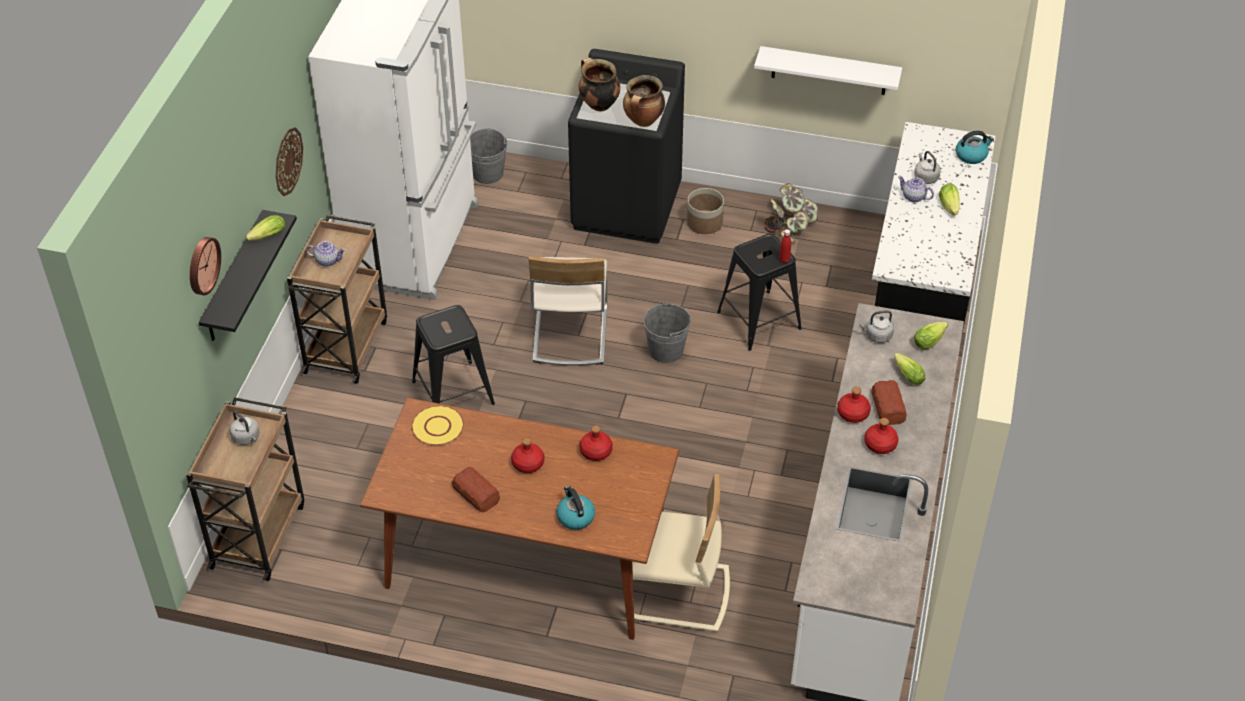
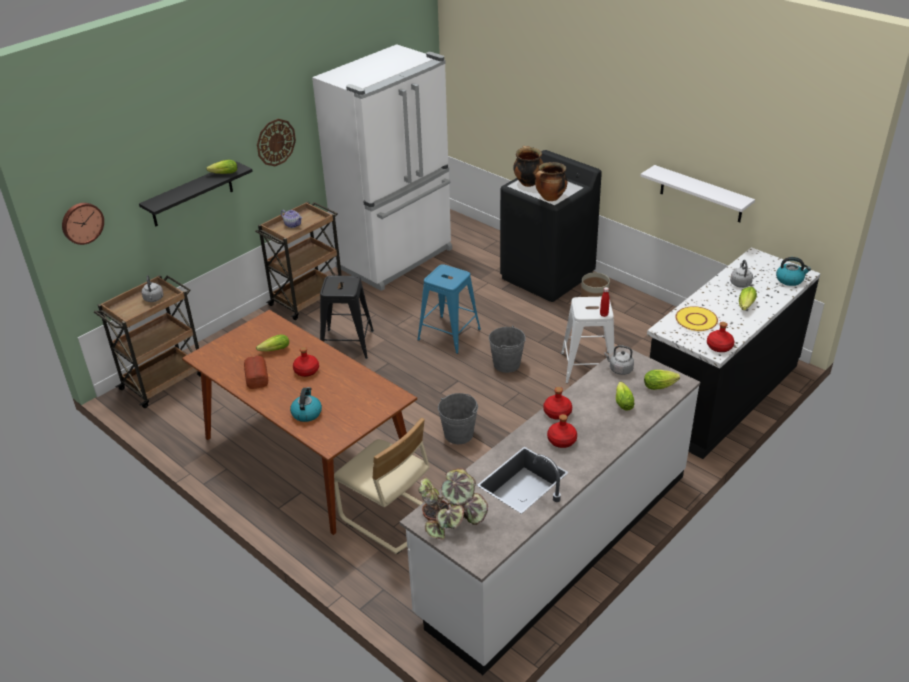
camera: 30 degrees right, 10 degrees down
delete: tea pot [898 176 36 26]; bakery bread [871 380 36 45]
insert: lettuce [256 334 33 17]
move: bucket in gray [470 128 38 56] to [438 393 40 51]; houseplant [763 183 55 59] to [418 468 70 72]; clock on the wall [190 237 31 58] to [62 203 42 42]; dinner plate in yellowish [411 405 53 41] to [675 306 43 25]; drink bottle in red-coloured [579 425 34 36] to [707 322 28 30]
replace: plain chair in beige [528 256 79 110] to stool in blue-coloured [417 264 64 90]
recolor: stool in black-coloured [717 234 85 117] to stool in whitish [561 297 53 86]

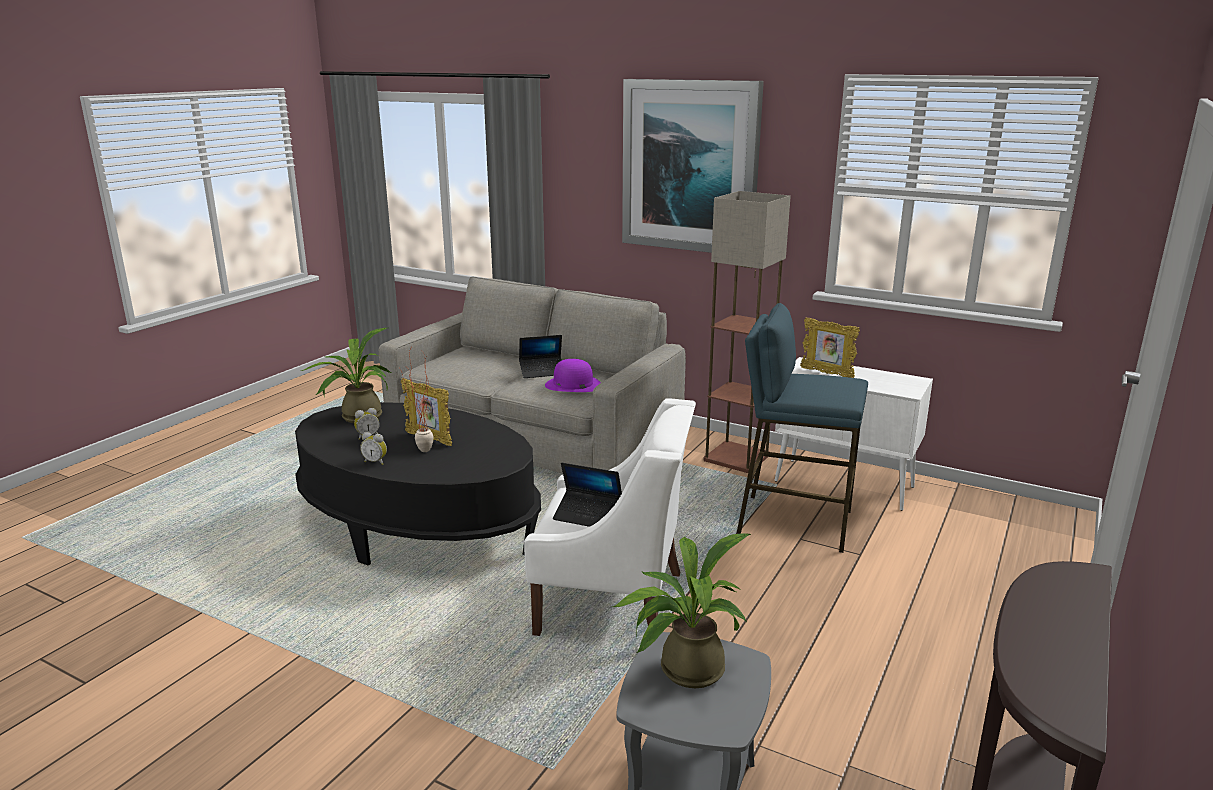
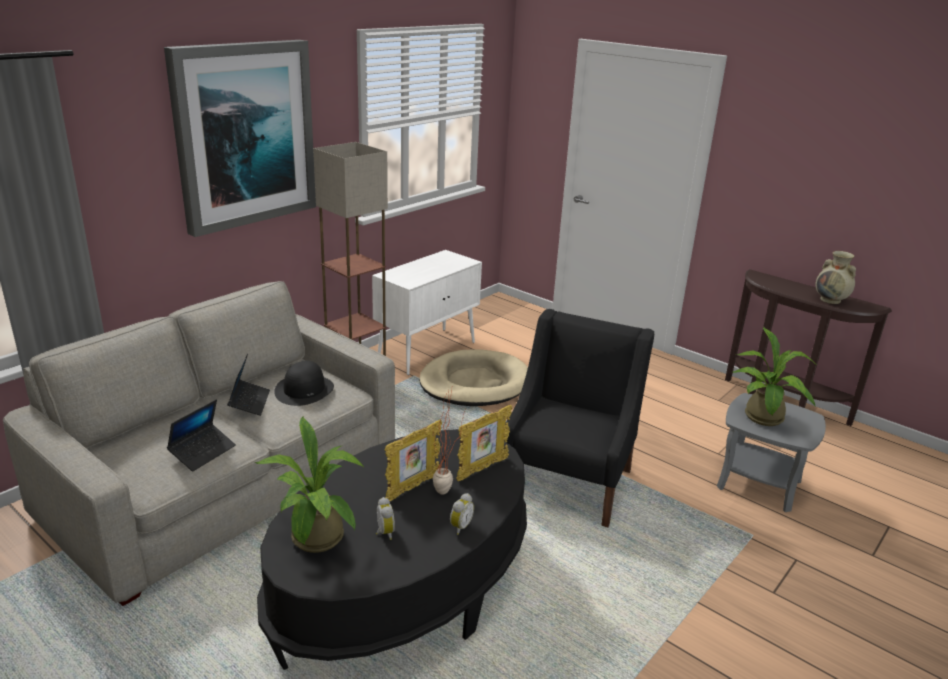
camera: 80 degrees left, 5 degrees up
insert: decorative vase in beige [816 251 40 53]
move: picture frame [800 318 60 60] to [456 405 56 77]; laptop [553 463 69 64] to [167 399 69 72]
replace: stool in blue-coloured [737 303 131 250] to dog cushion in beige [419 350 109 56]
recolor: wearable hat in purple [545 359 56 33] to wearable hat in black-coloured [274 361 60 45]; easy chair in whitish [524 398 172 238] to easy chair in black-coloured [504 309 150 218]

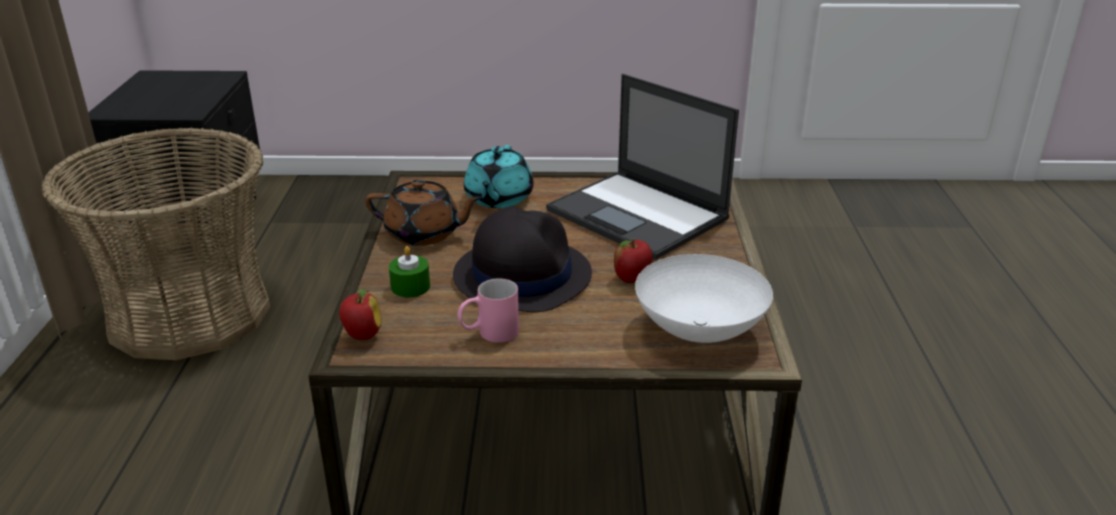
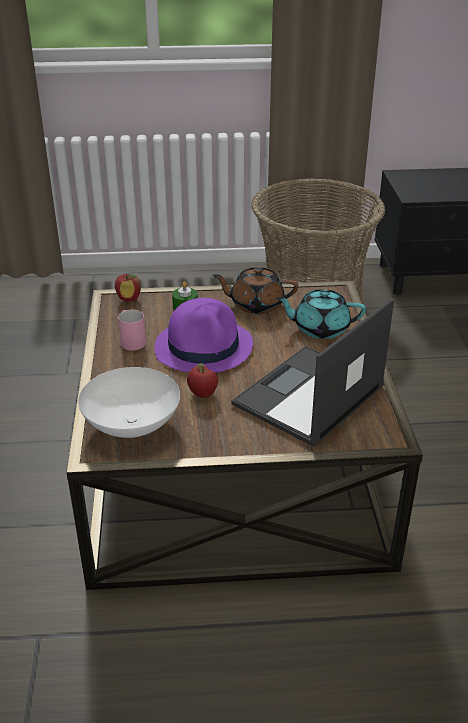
camera: 85 degrees right, 5 degrees up
recolor: wearable hat in black-coloured [453 207 139 105] to wearable hat in purple [154 298 99 75]
rotate: tea pot in brown-coloured [365 179 118 67] = [212 267 86 47] 90 degrees clockwise

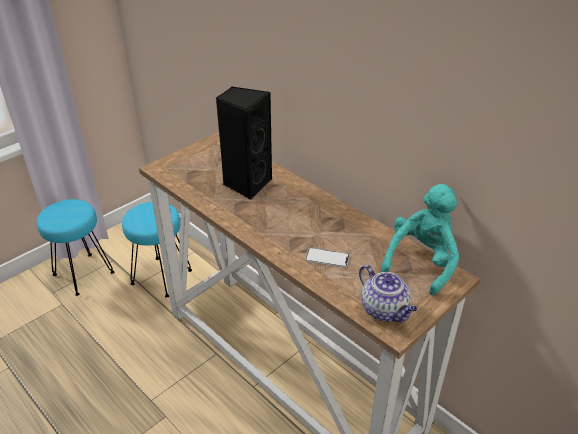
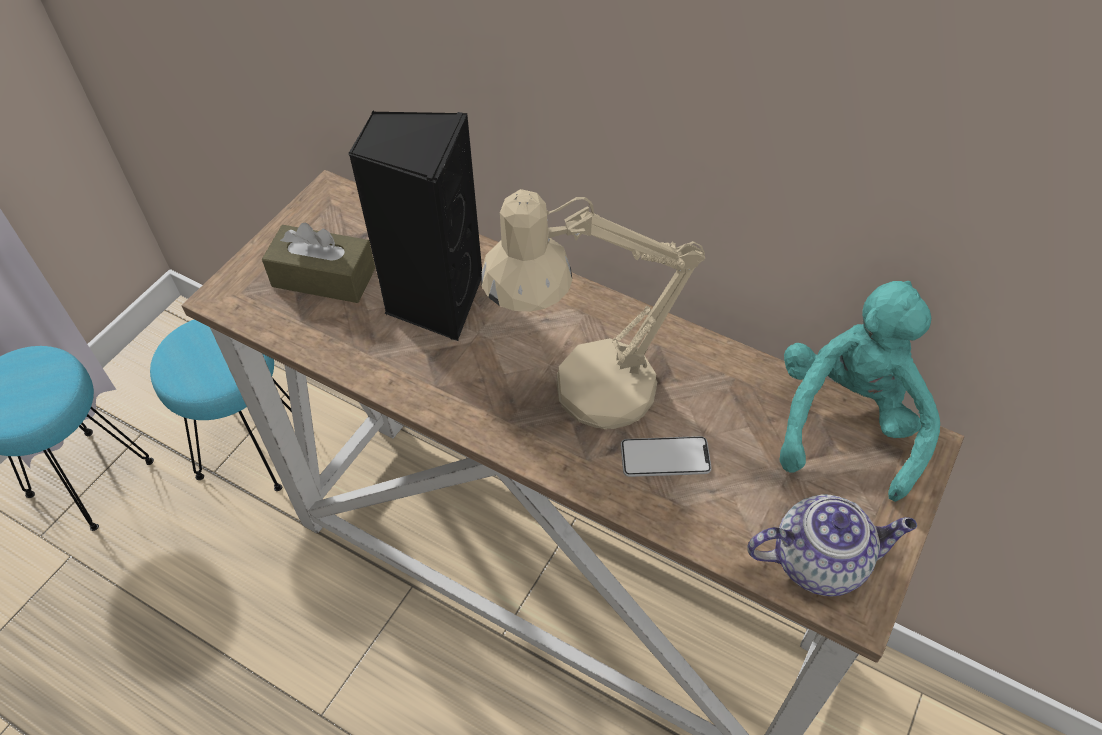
camera: 15 degrees left, 15 degrees up
insert: tabletop lamp in beige [481 189 224 240]; tissue box in brown-coloured [262 222 113 81]
rotate: tea pot [359 265 58 57] = [747 494 170 103] 45 degrees counterclockwise

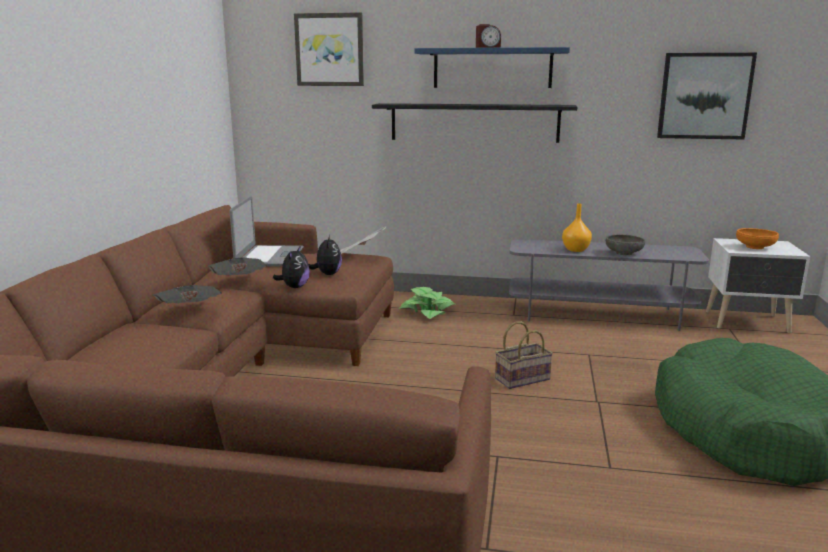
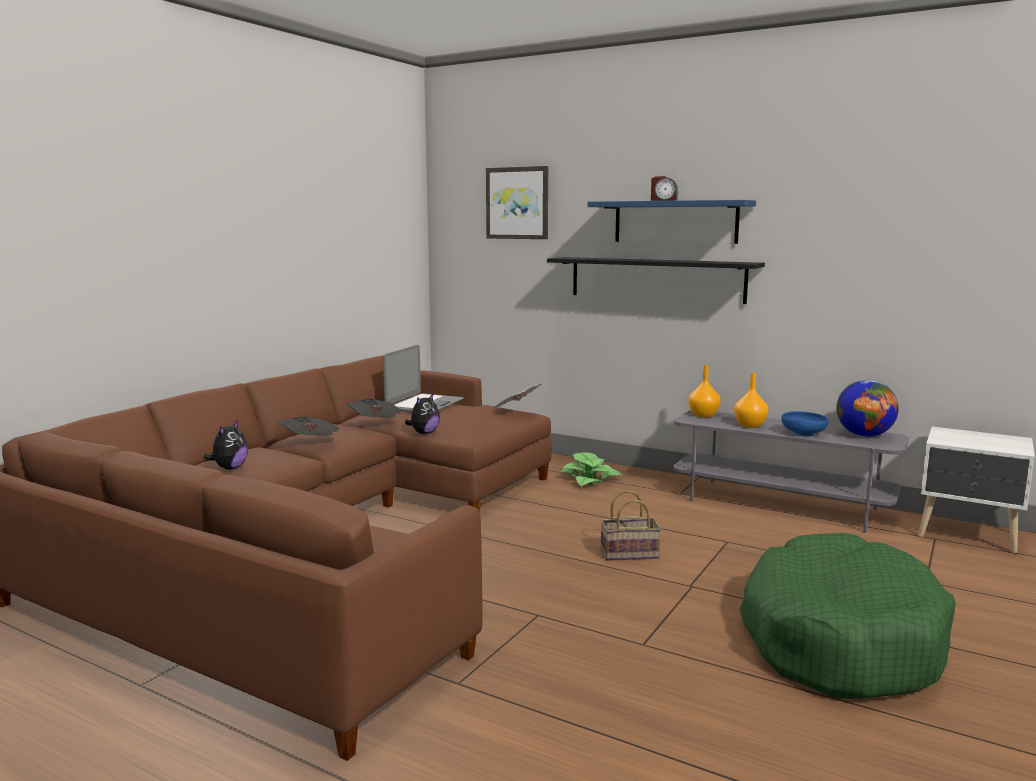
camera: 20 degrees right, 5 degrees down
delete: picture [657 53 100 86]; serving bowl in orange [736 228 43 21]
insert: decorative vase in orange [688 365 33 53]; globe [836 380 63 57]
move: plush toy [309 235 33 40] to [203 420 45 50]
recolor: serving bowl in gray [606 234 39 21] to serving bowl in blue-coloured [782 411 47 25]

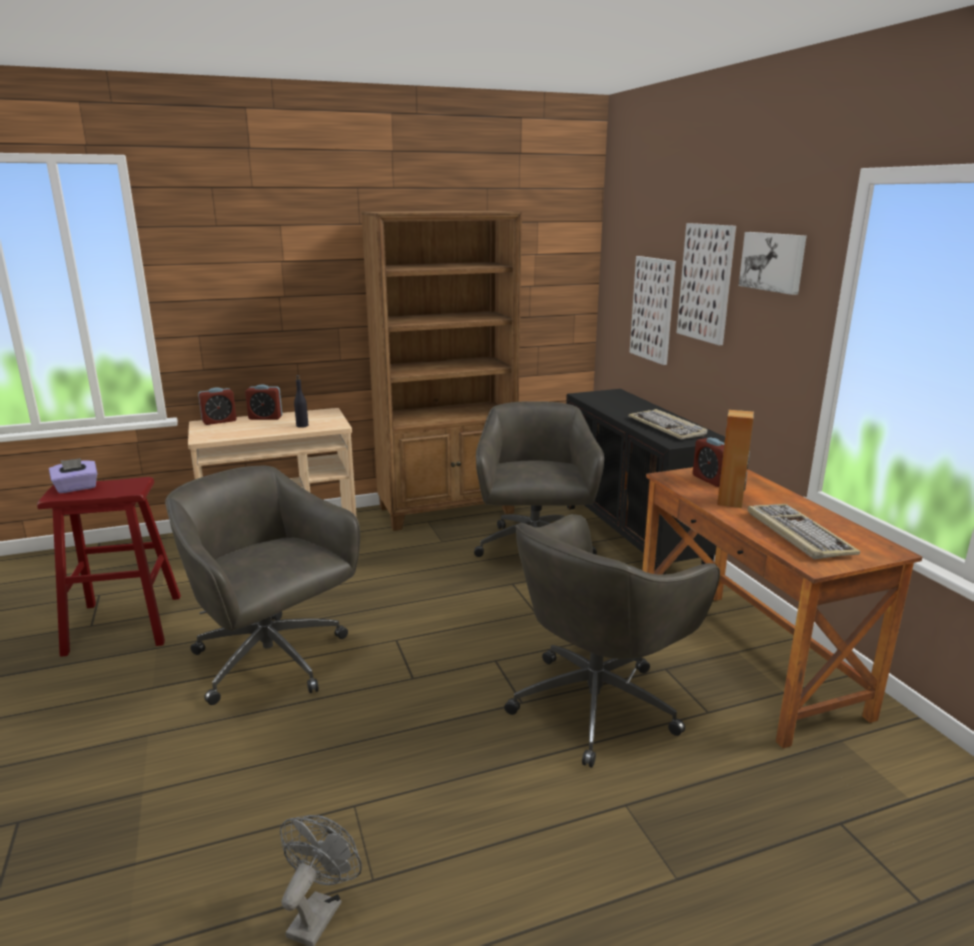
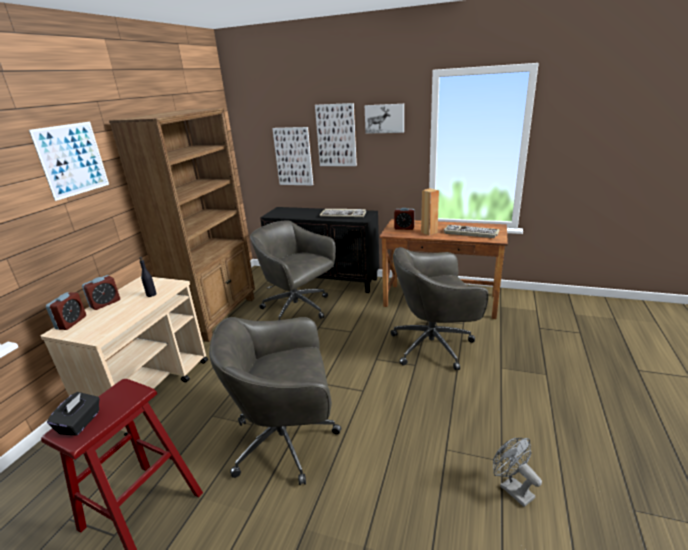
camera: 50 degrees left, 5 degrees up
insert: picture [29 122 80 79]
recolor: tissue box in purple [49 458 48 36] to tissue box in black-coloured [47 392 53 44]
rotate: desk chair in gray [504 514 216 254] = [391 247 98 123] 90 degrees clockwise

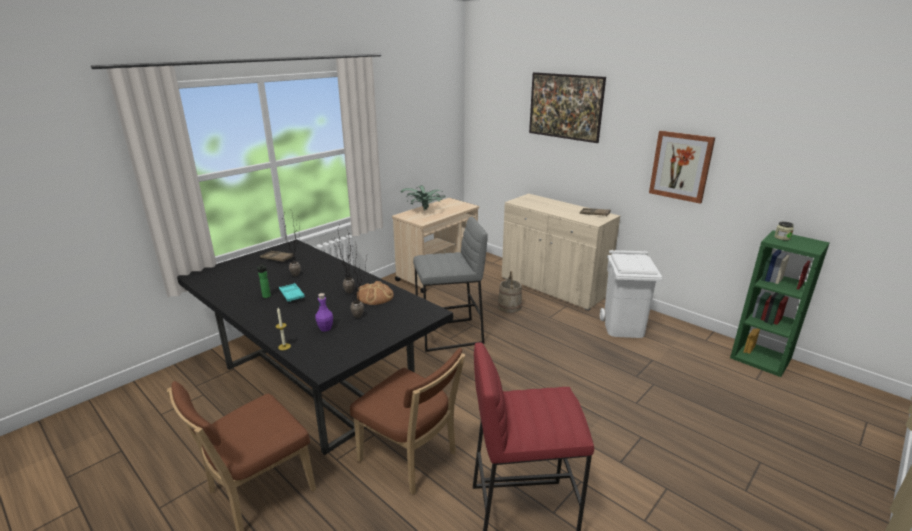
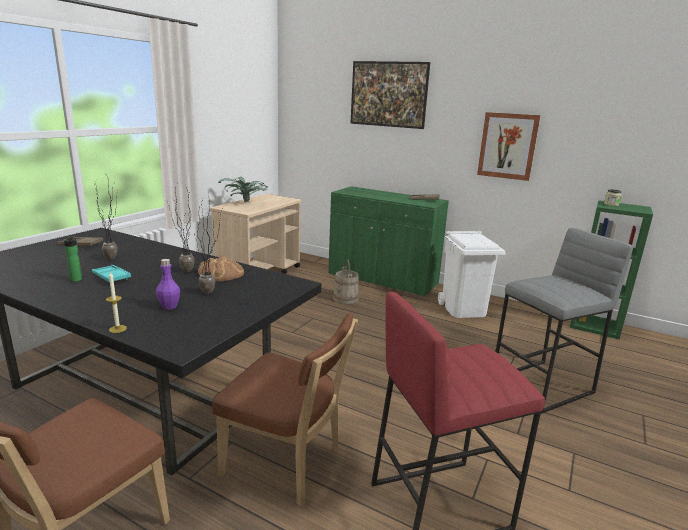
camera: 15 degrees left, 5 degrees down
move: stool in gray [413 217 75 135] to [495 228 138 186]
recolor: cabinet in beige [502 194 118 117] to cabinet in green-coloured [328 186 121 111]

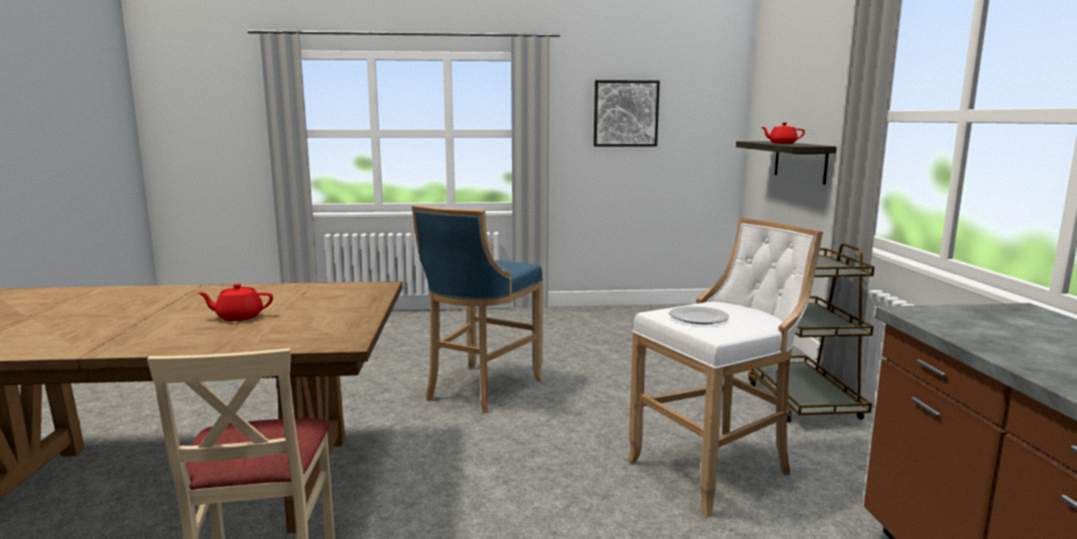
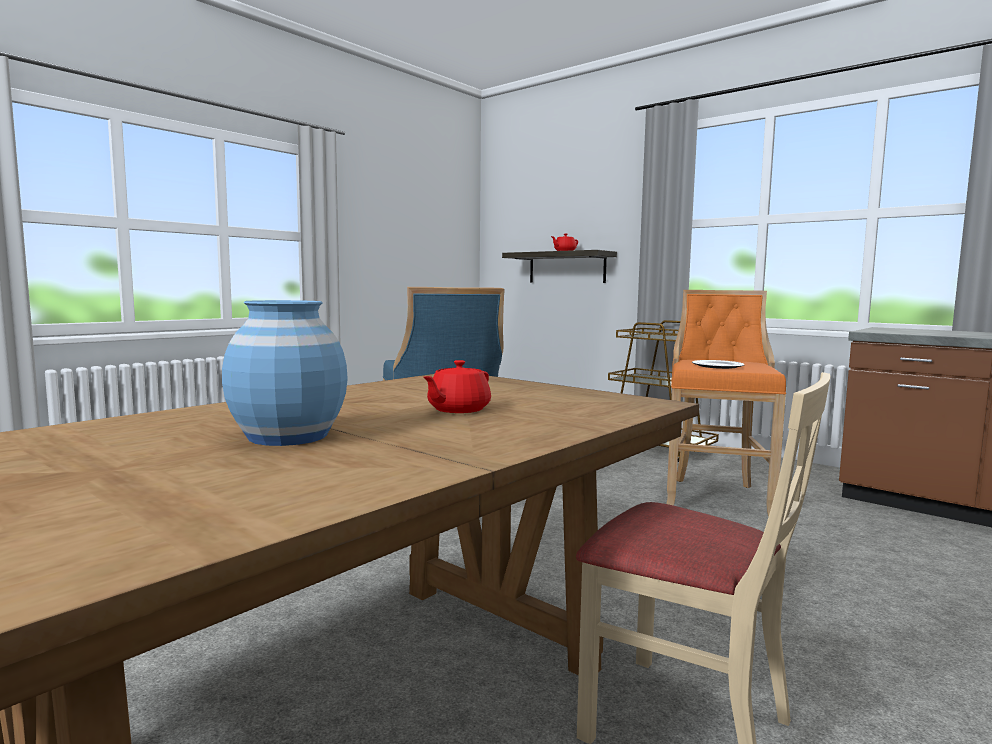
camera: 45 degrees left, 5 degrees down
delete: picture [594 80 66 66]
insert: decorative vase in blue-coloured [222 300 126 146]
recolor: stool in whitish [627 218 196 299] to stool in orange [666 290 120 227]

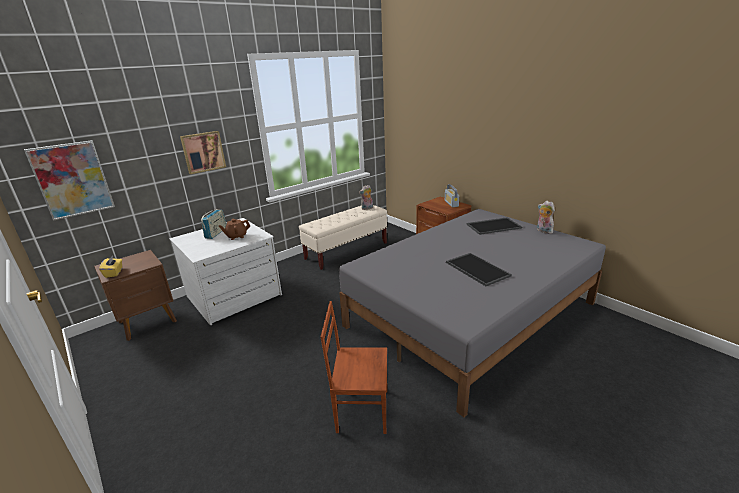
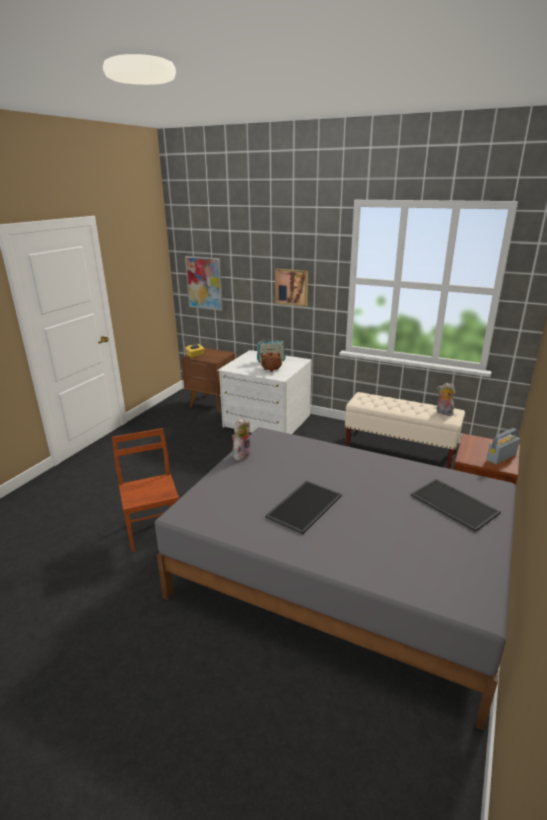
camera: 65 degrees right, 0 degrees up
move: plush toy [537 201 18 33] to [232 417 19 44]

